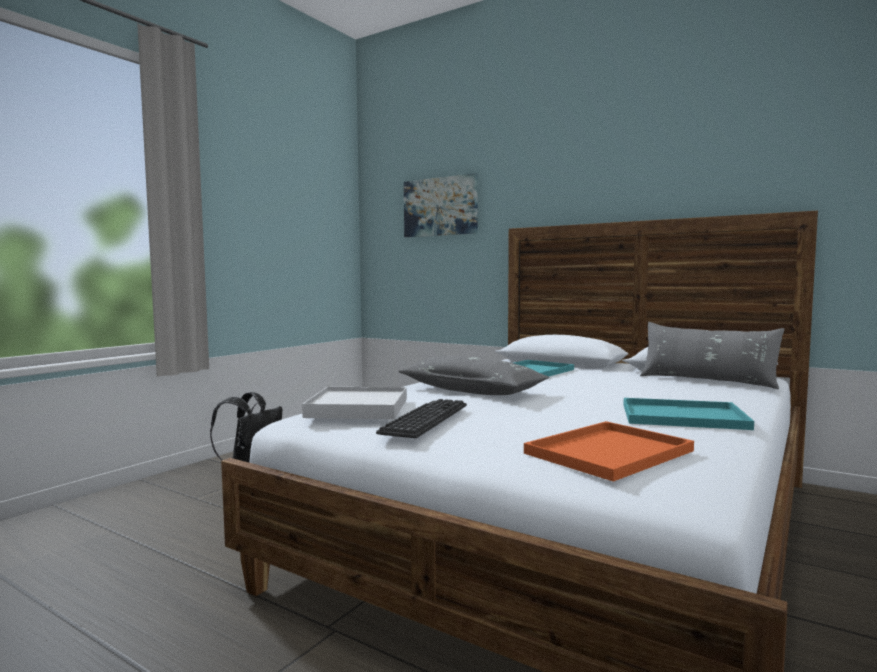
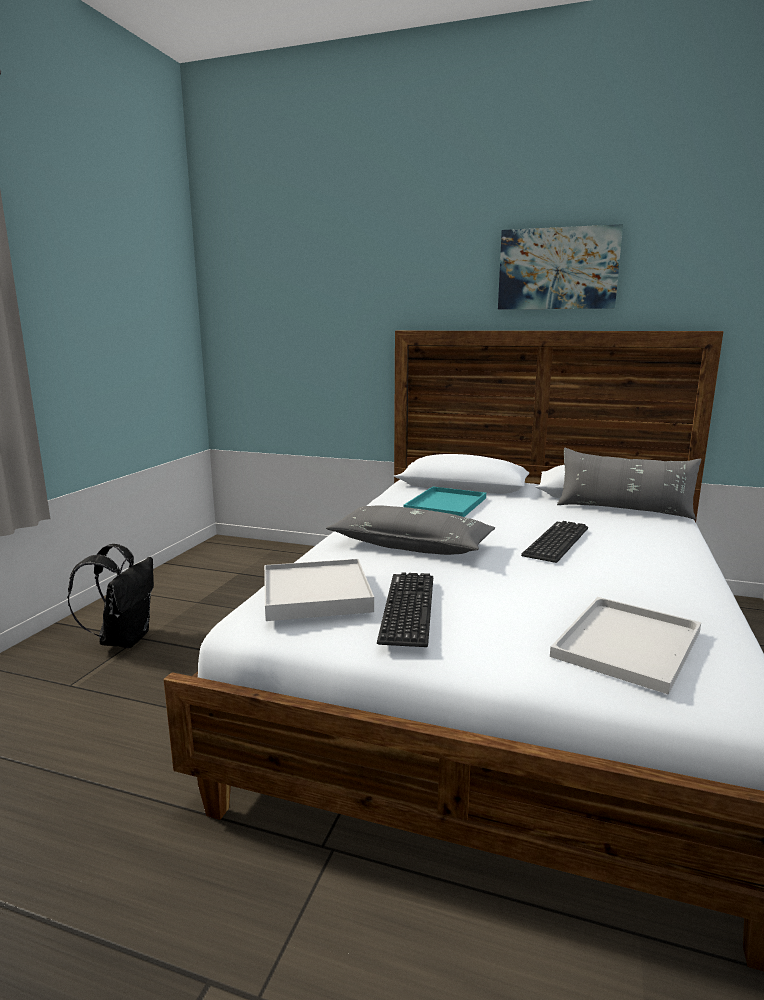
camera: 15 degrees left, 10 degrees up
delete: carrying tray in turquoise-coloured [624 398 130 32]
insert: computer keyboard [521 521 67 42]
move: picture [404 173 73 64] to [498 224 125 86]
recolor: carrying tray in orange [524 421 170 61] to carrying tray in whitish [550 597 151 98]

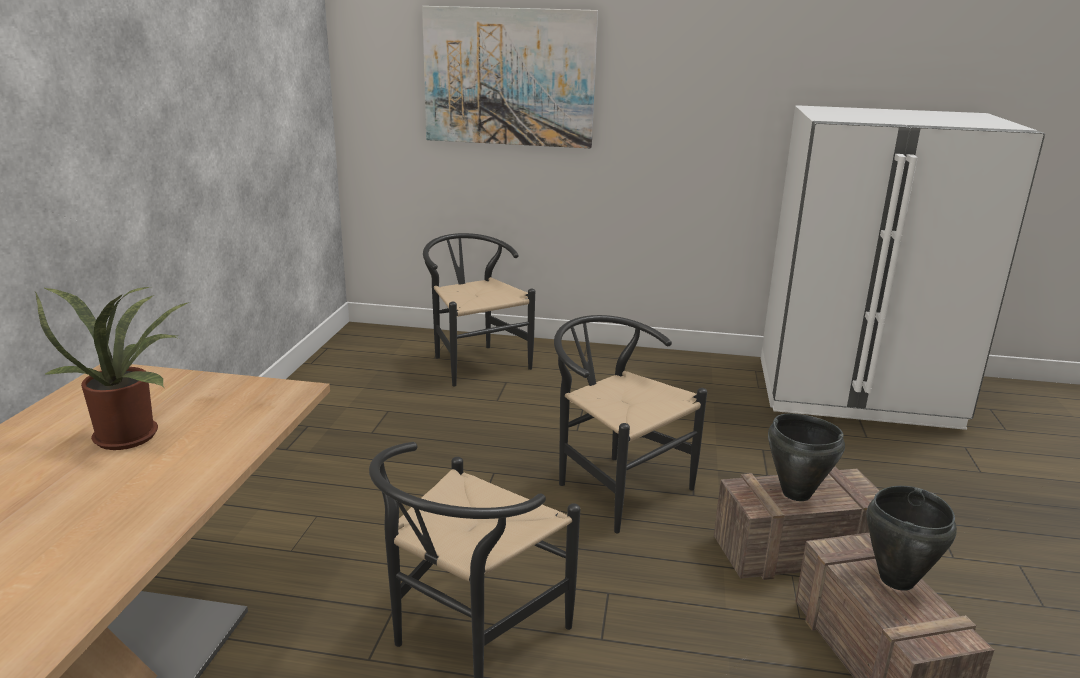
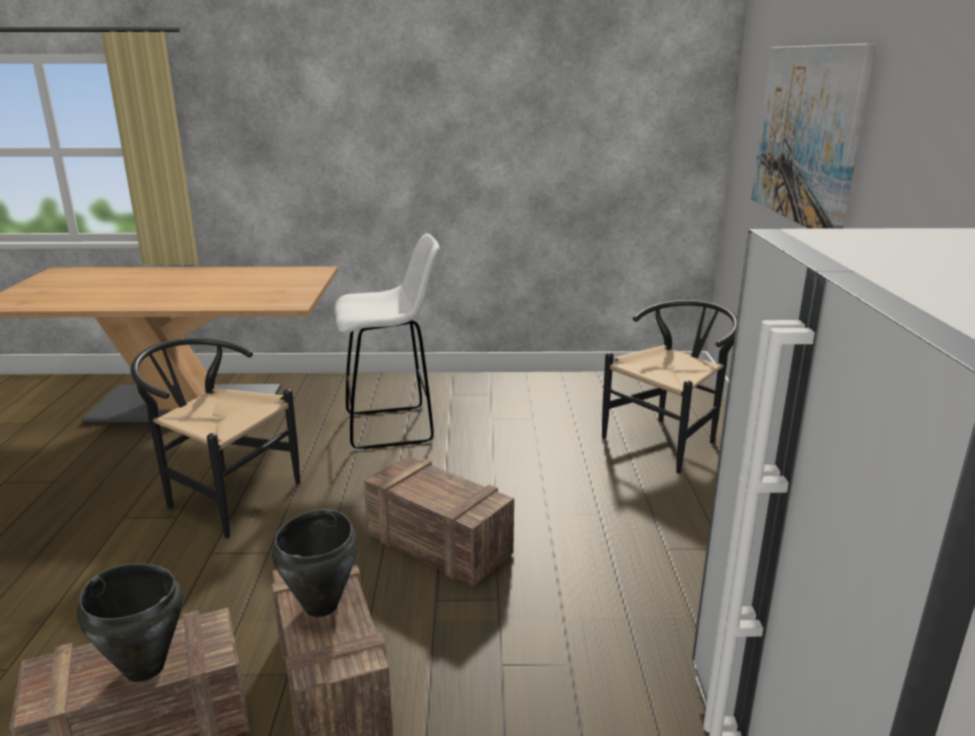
camera: 80 degrees right, 0 degrees up
delete: houseplant [35 287 156 163]
insert: stool in whitish [335 233 104 218]
replace: plain chair in black-coloured [554 315 153 218] to crate [364 456 150 130]

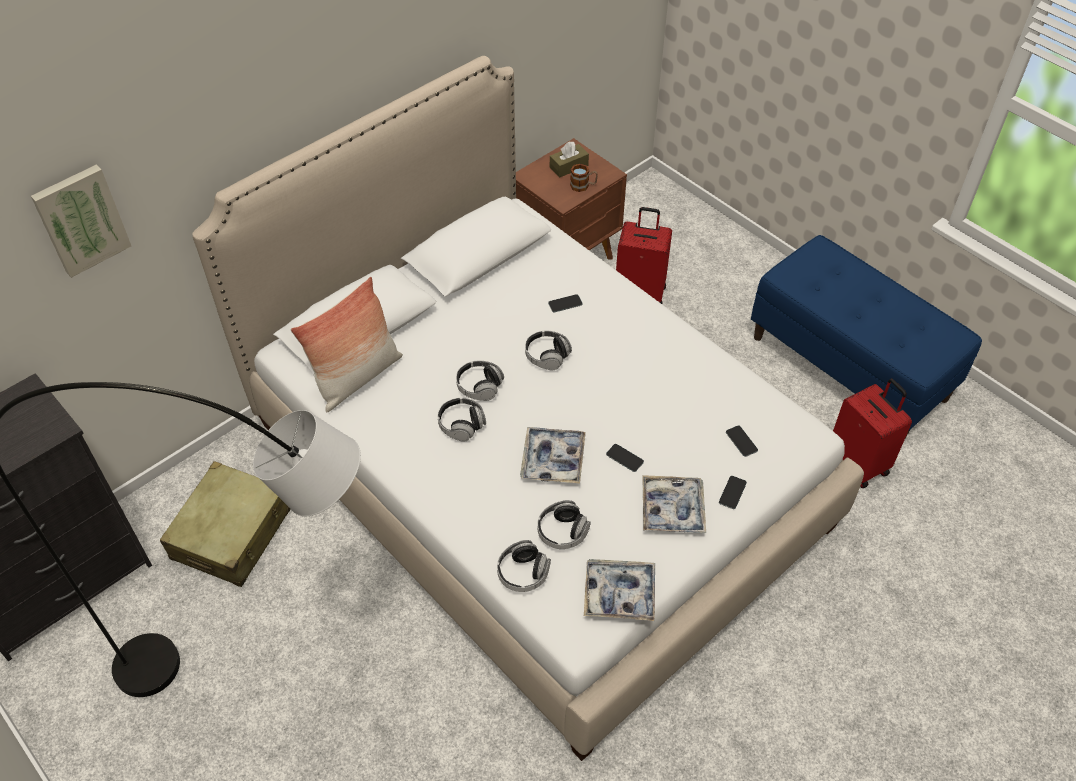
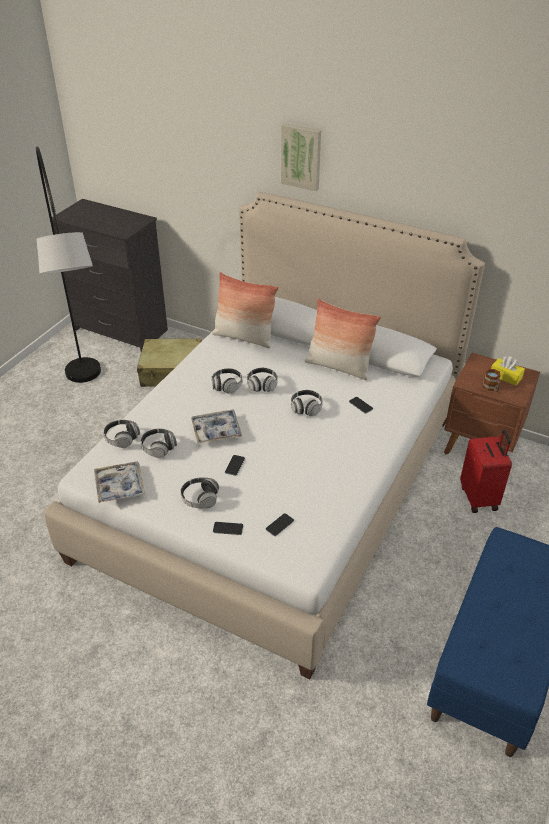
camera: 70 degrees right, 10 degrees down
delete: suitcase in red-coloured [833 379 79 109]
insert: throw pillow [305 298 76 82]
move: picture [31 164 100 114] to [281 123 40 68]
replace: carrying tray [642 475 64 58] to headset [181 478 38 31]
recolor: tissue box in brown-coloured [550 142 39 36] to tissue box in yellowish [491 356 34 29]

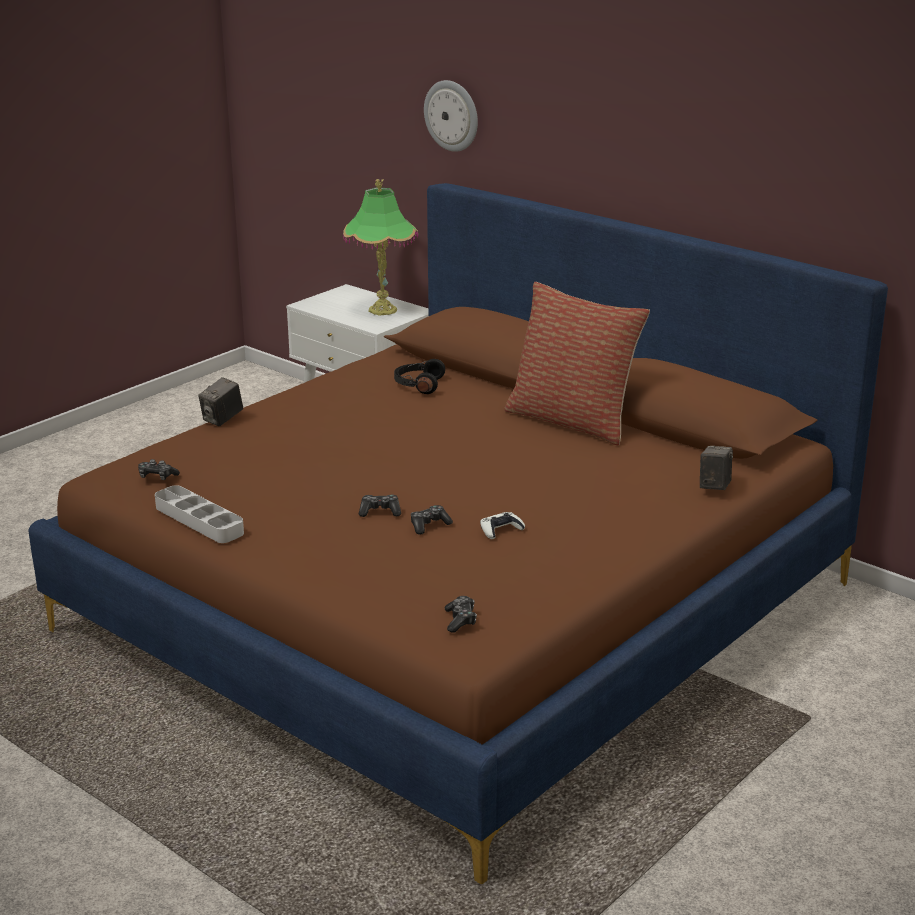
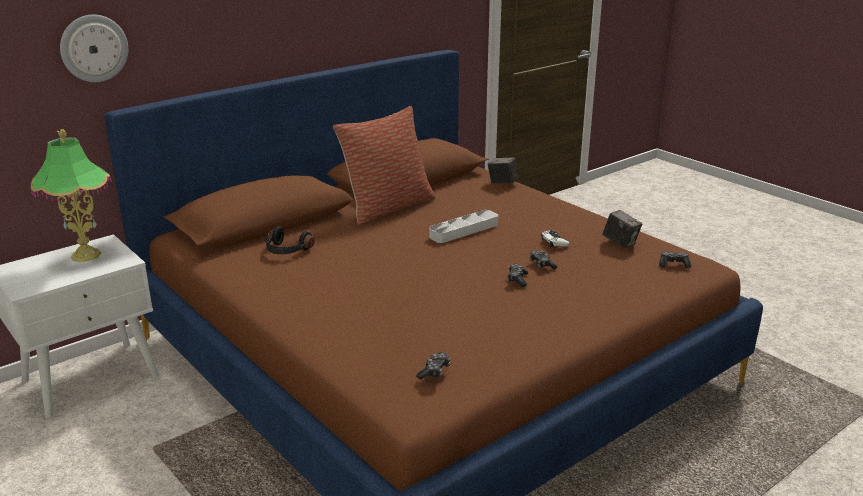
camera: 80 degrees left, 0 degrees up
move: photo camera [198 377 45 49] to [602 210 40 38]; carrying tray in gray [155 485 89 58] to [429 210 69 33]

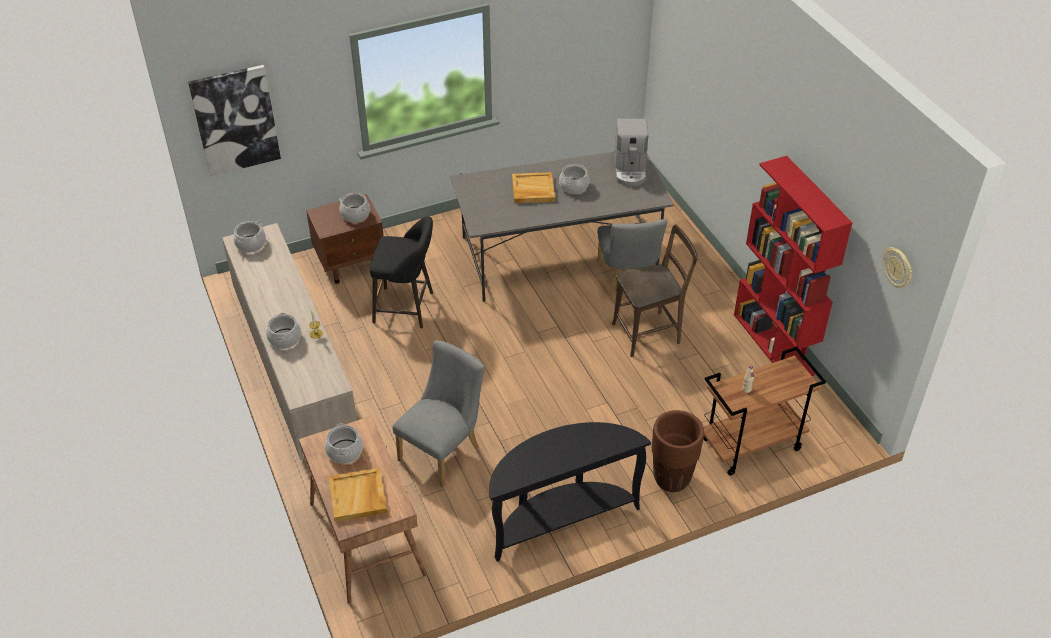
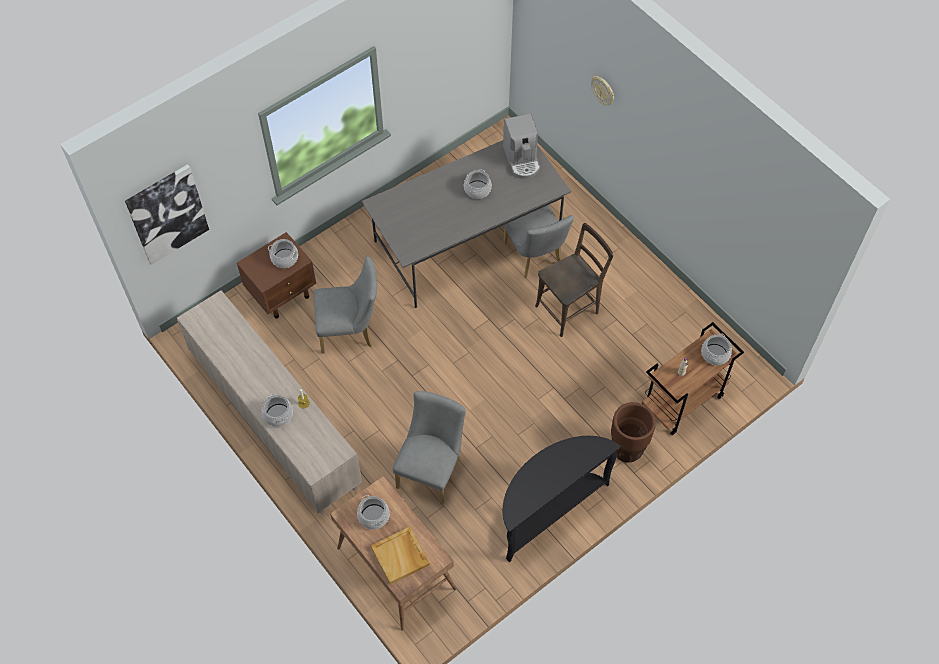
camera: 15 degrees left, 15 degrees up
delete: bookshelf in red-coloured [734 156 119 220]; carrying tray in beige [512 172 43 31]
move: saucepot [233 221 33 32] to [701 333 31 33]; clock on the wall [883 247 29 41] to [591 76 23 29]
replace: stool in black-coloured [370 216 63 113] to plain chair in gray [314 256 63 98]

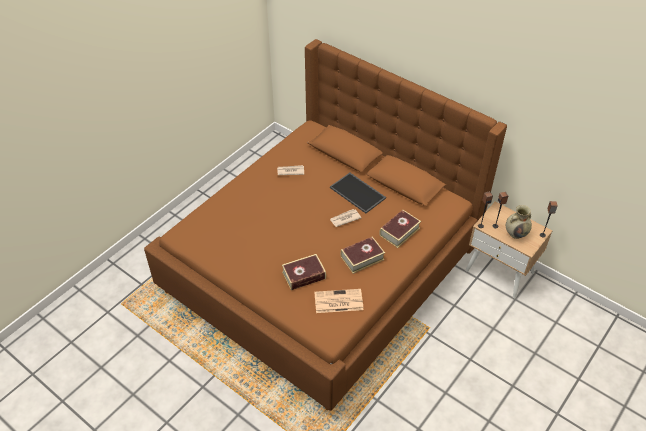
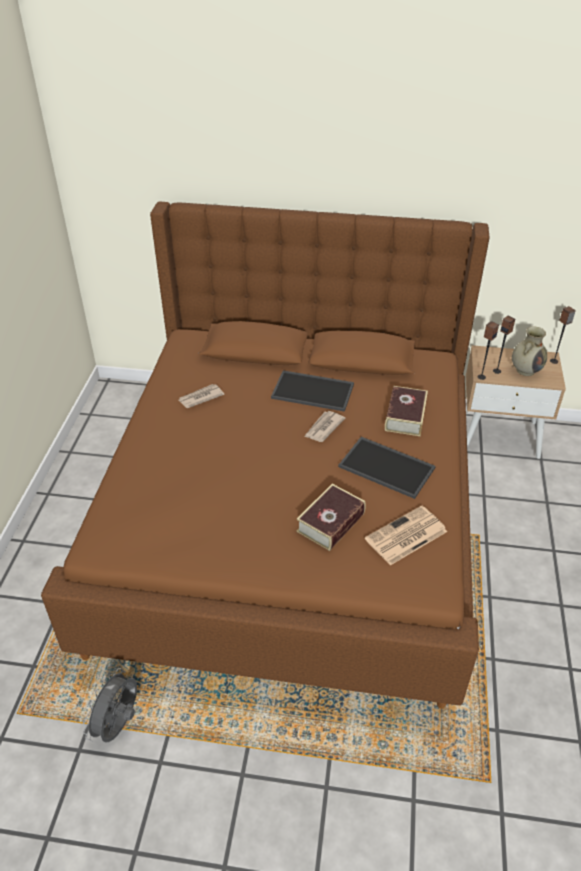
camera: 30 degrees left, 5 degrees down
insert: cooling fan in gray [83 668 54 75]
replace: volume [341 236 44 38] to carrying tray [338 437 98 62]

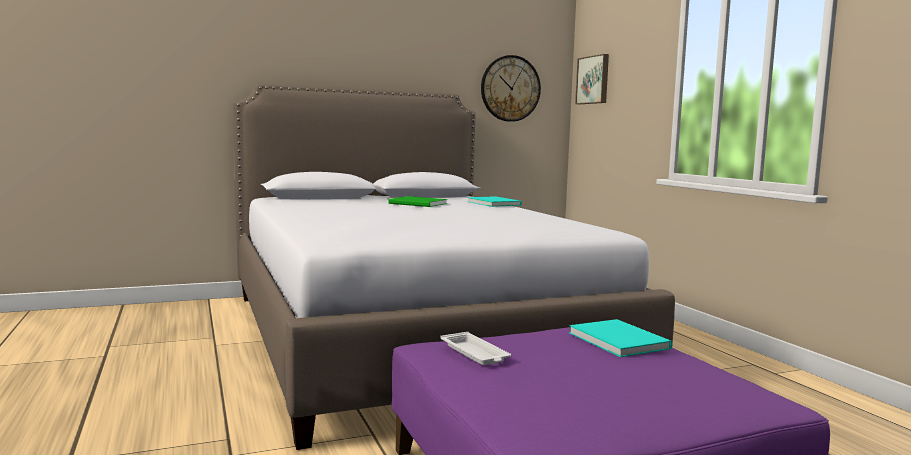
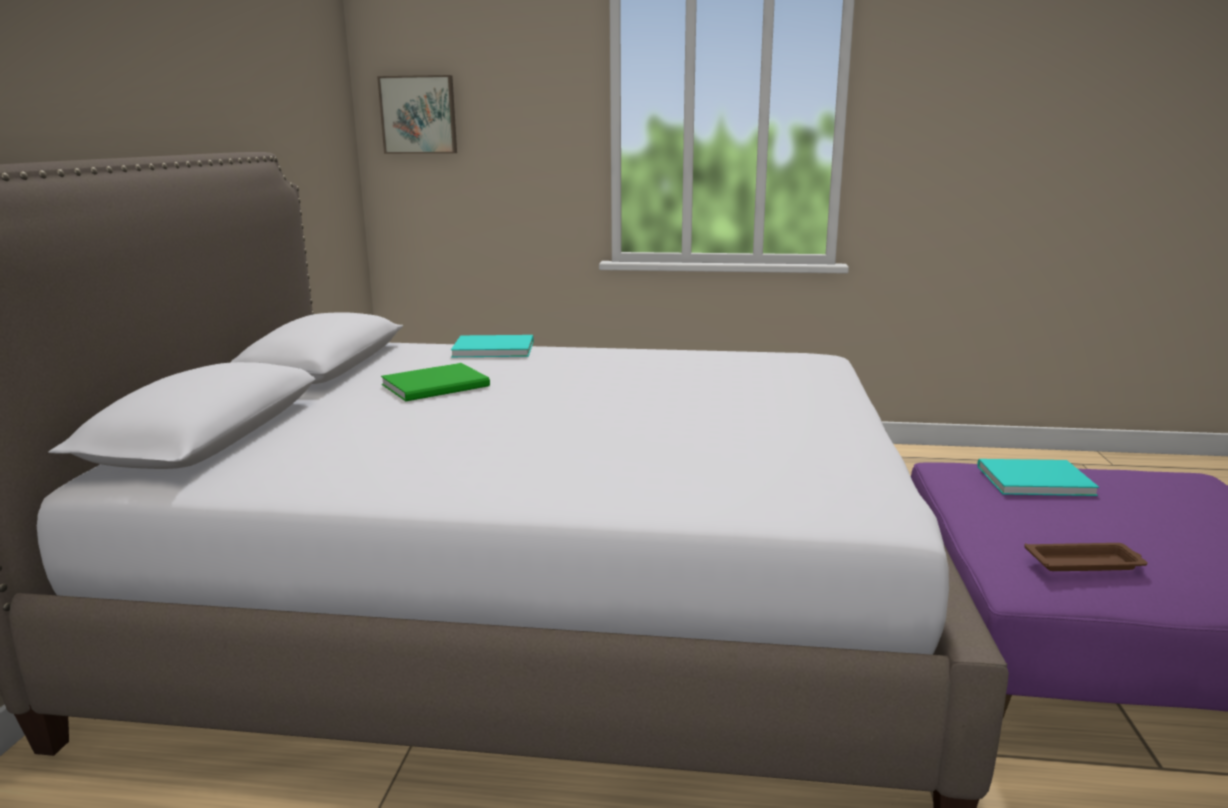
camera: 60 degrees left, 10 degrees up
delete: clock on the wall [481 55 60 67]
recolor: carrying tray in whitish [440 332 71 33] to carrying tray in brown-coloured [1024 543 124 28]

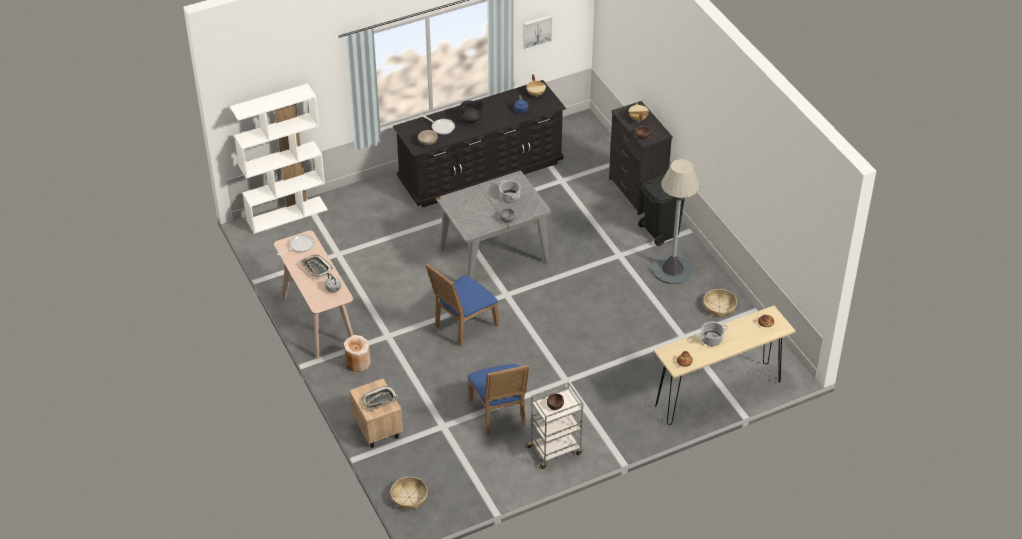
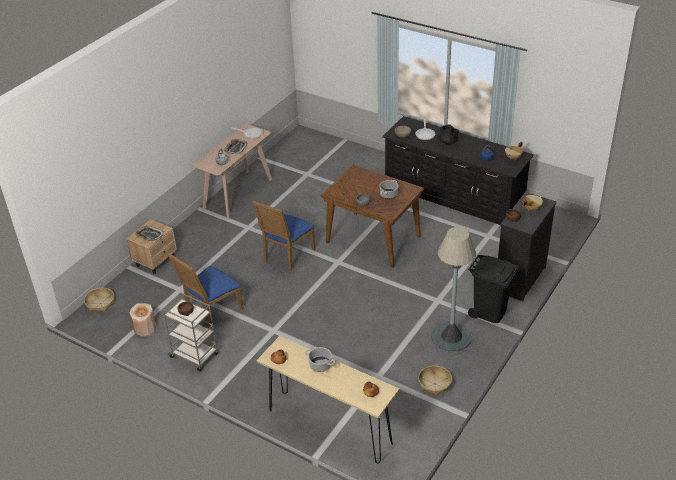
camera: 60 degrees right, 5 degrees down
delete: picture [523 15 29 35]; bookshelf in whitish [230 84 98 150]
move: decorative vase in beige [344 335 27 37] to [130 303 26 34]
recolor: dinner table in gray [436 170 116 109] to dinner table in brown-coloured [321 165 103 102]
rotate: plain chair in blue-coloured [425 263 74 83] = [252 201 64 69] 75 degrees counterclockwise

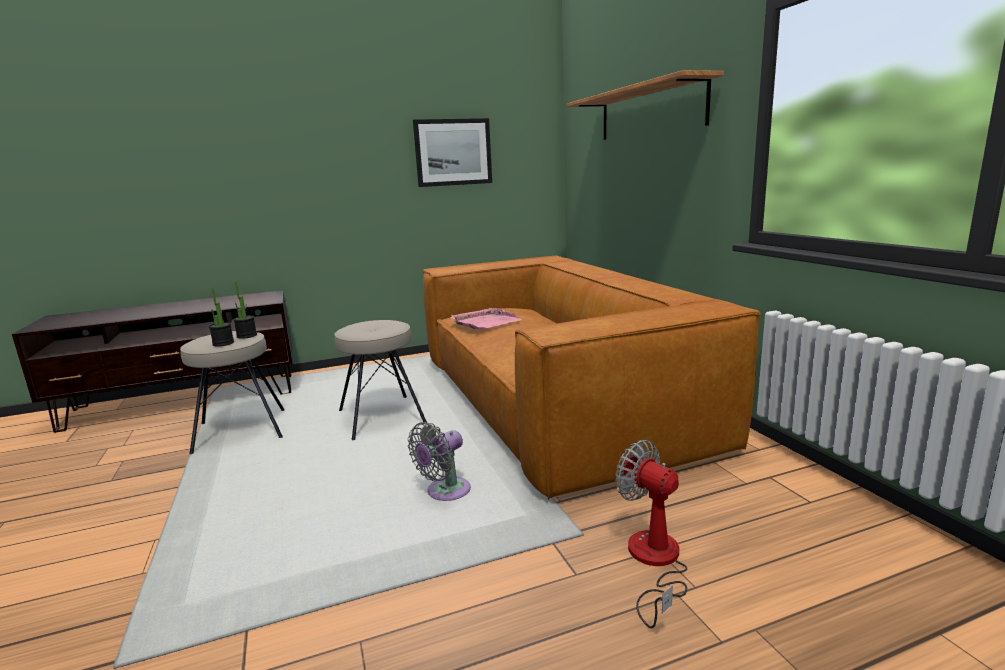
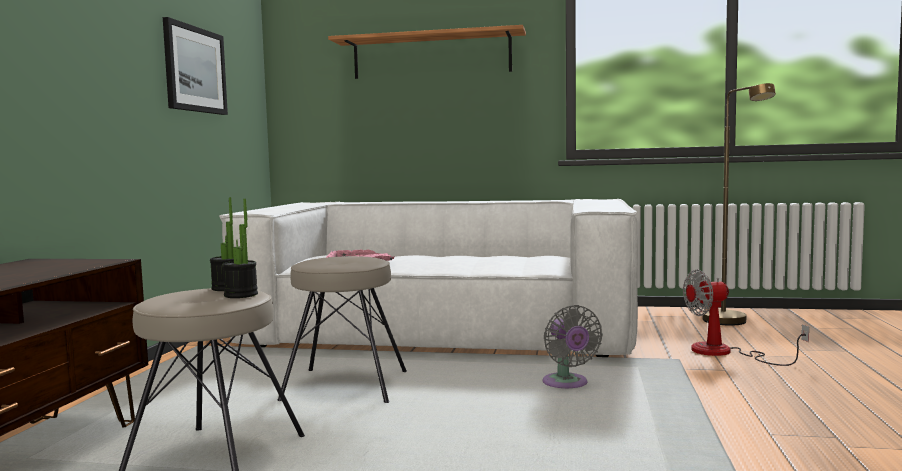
camera: 60 degrees left, 10 degrees down
insert: standing lamp in brown-coloured [703 83 73 243]
recolor: settee in brown-coloured [423 255 338 245] to settee in whitish [219 199 419 158]

